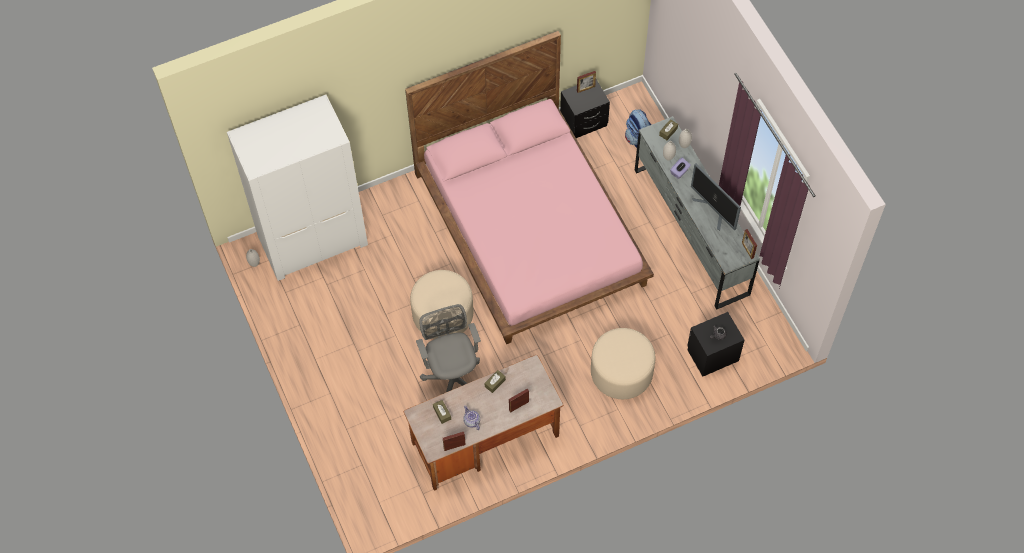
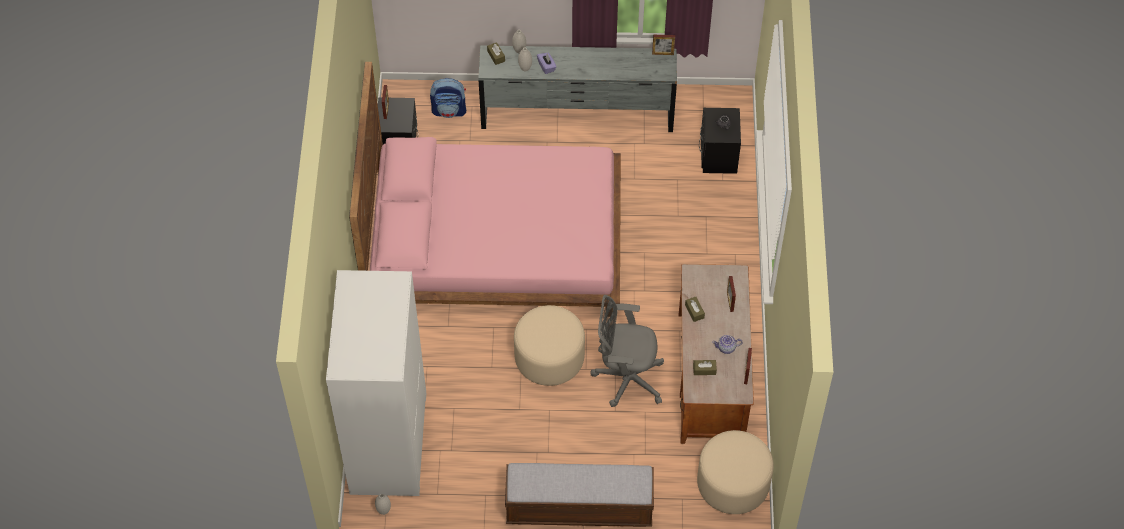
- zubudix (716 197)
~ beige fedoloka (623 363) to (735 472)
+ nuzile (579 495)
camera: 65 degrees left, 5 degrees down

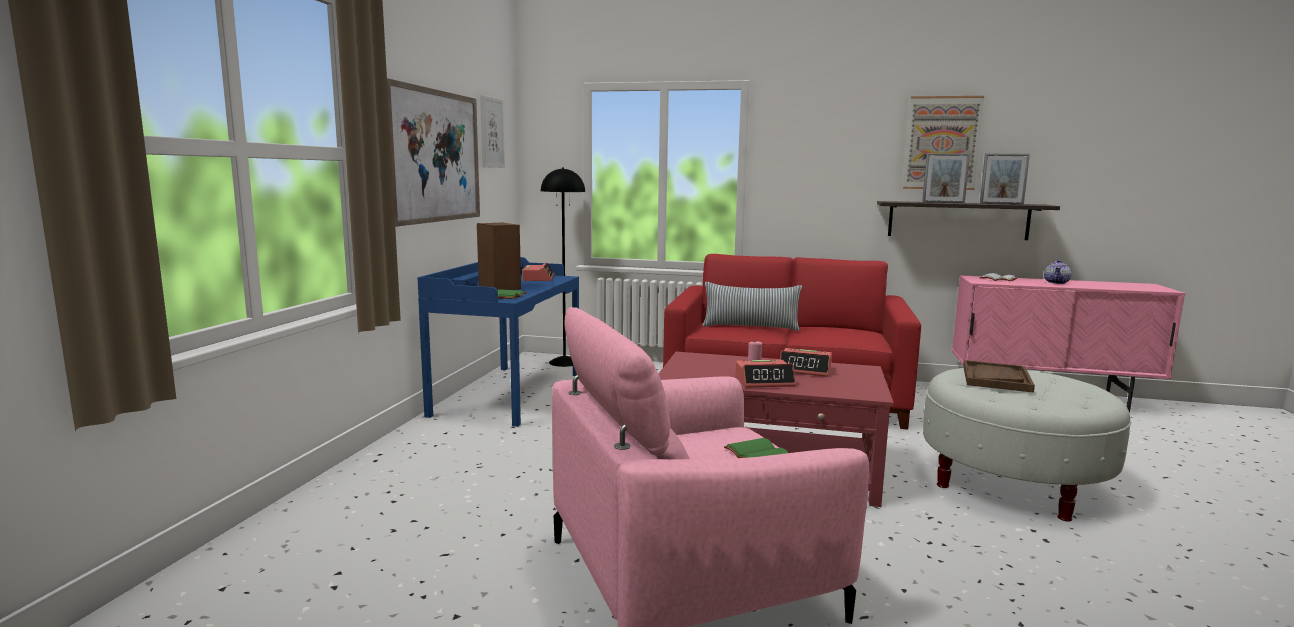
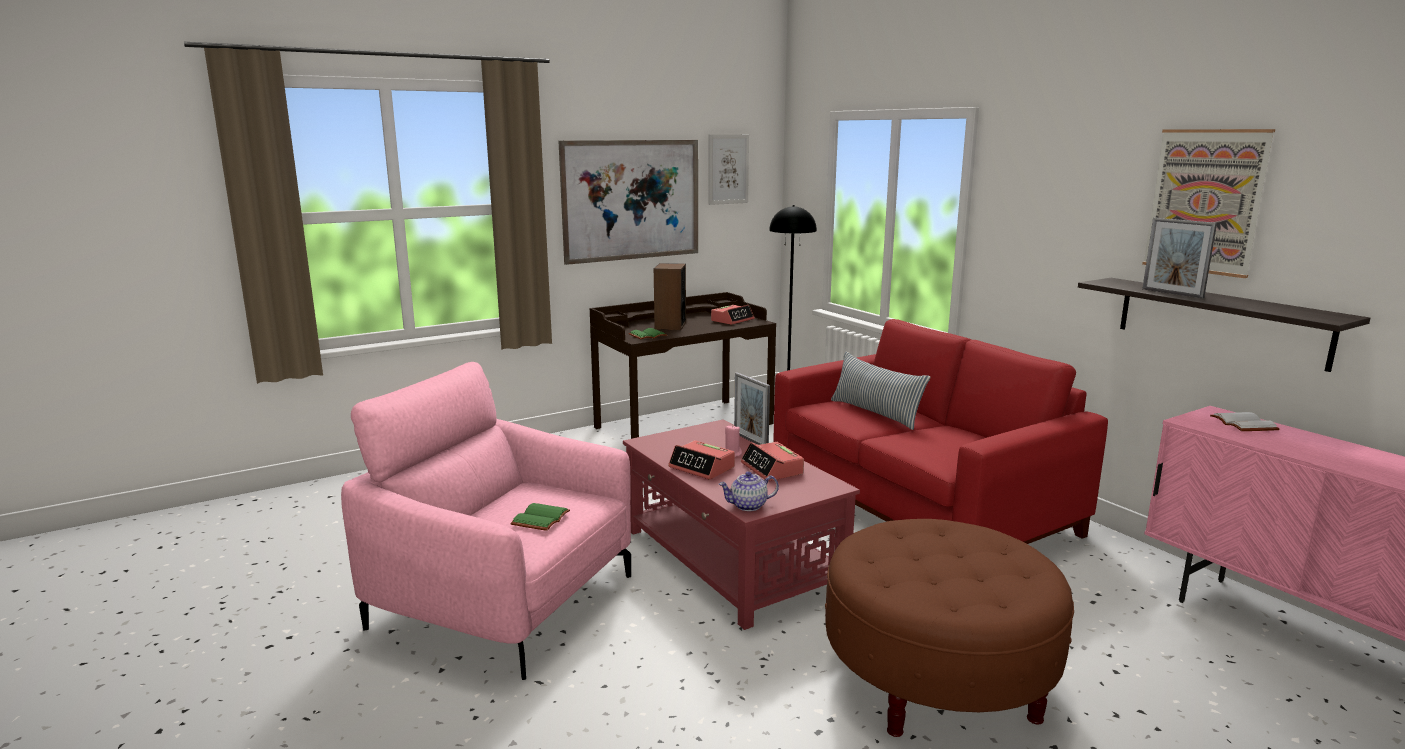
~ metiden (1005 179) to (752 408)
~ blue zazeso (498 342) to brown zazeso (683 365)
~ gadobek (1057 272) to (749 491)
- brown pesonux (999 376)
~ white fedoloka (1027 445) to brown fedoloka (949 628)
camera: 45 degrees right, 5 degrees up

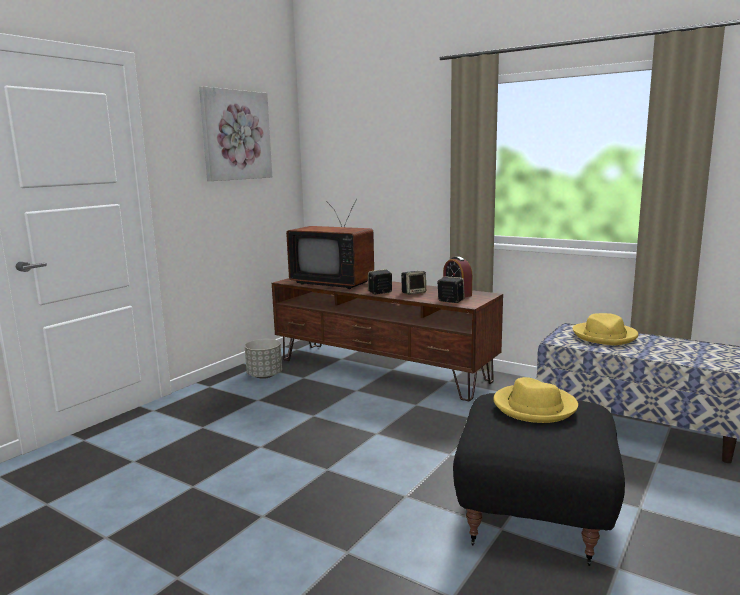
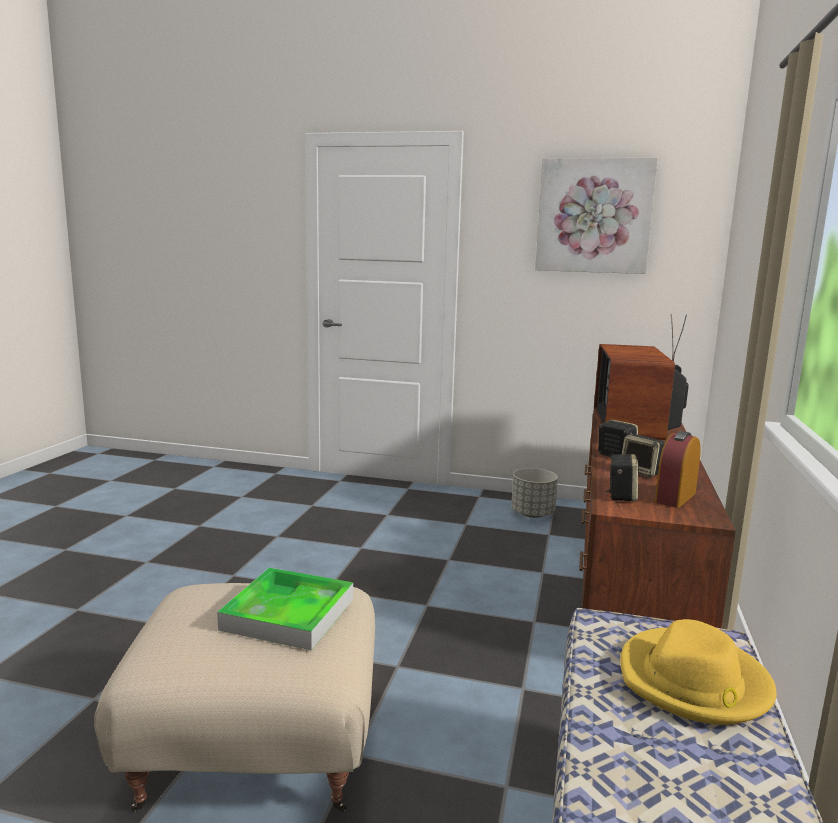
~ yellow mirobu (536 400) to pesonux (285 609)
~ black fedoloka (539 479) to beige fedoloka (234 697)
camera: 70 degrees right, 0 degrees up

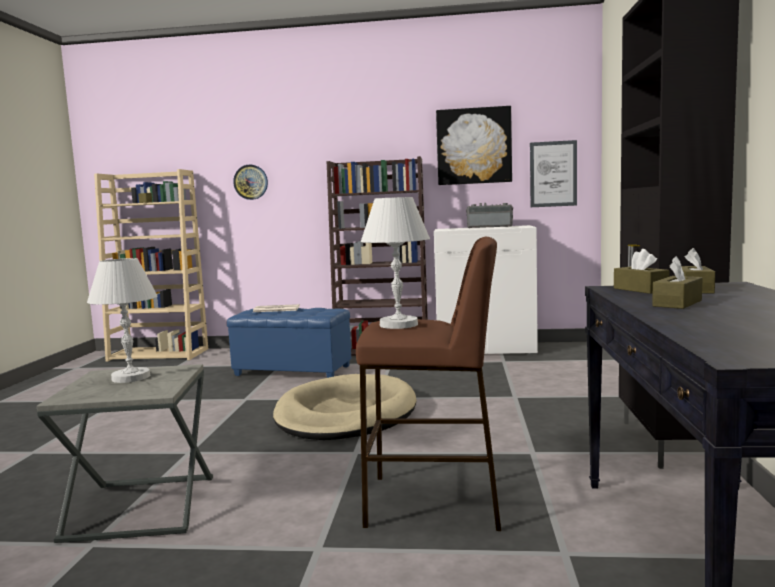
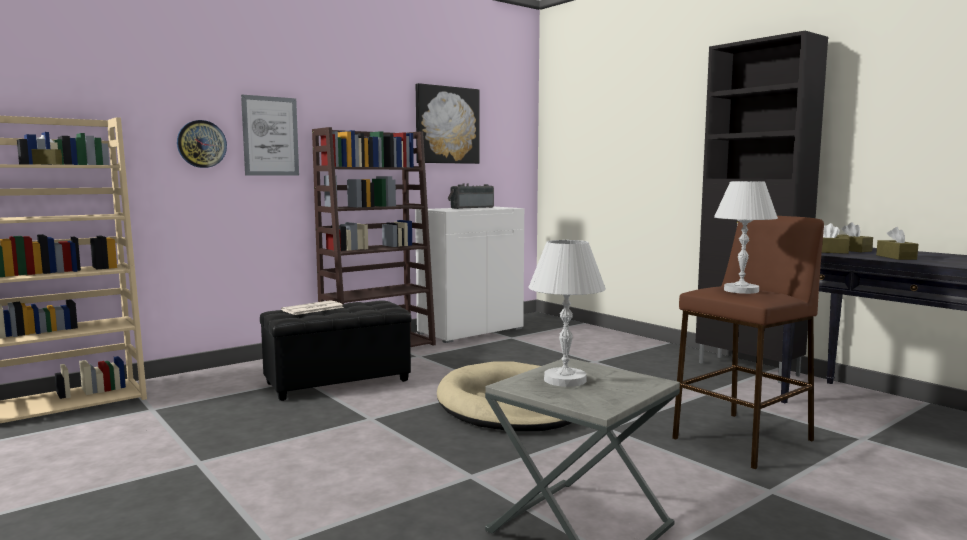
~ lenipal (553 173) to (270 135)
~ blue fedoloka (289 343) to black fedoloka (335 351)
camera: 45 degrees left, 0 degrees up

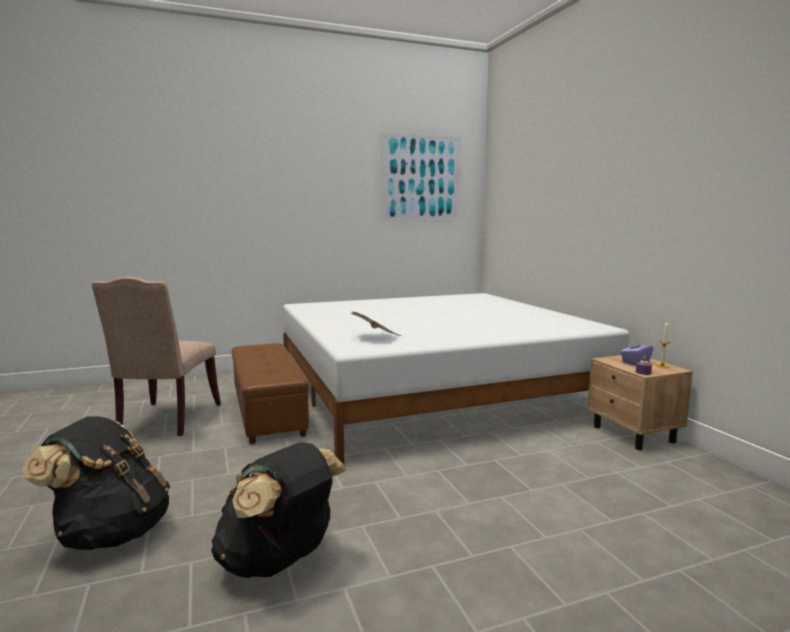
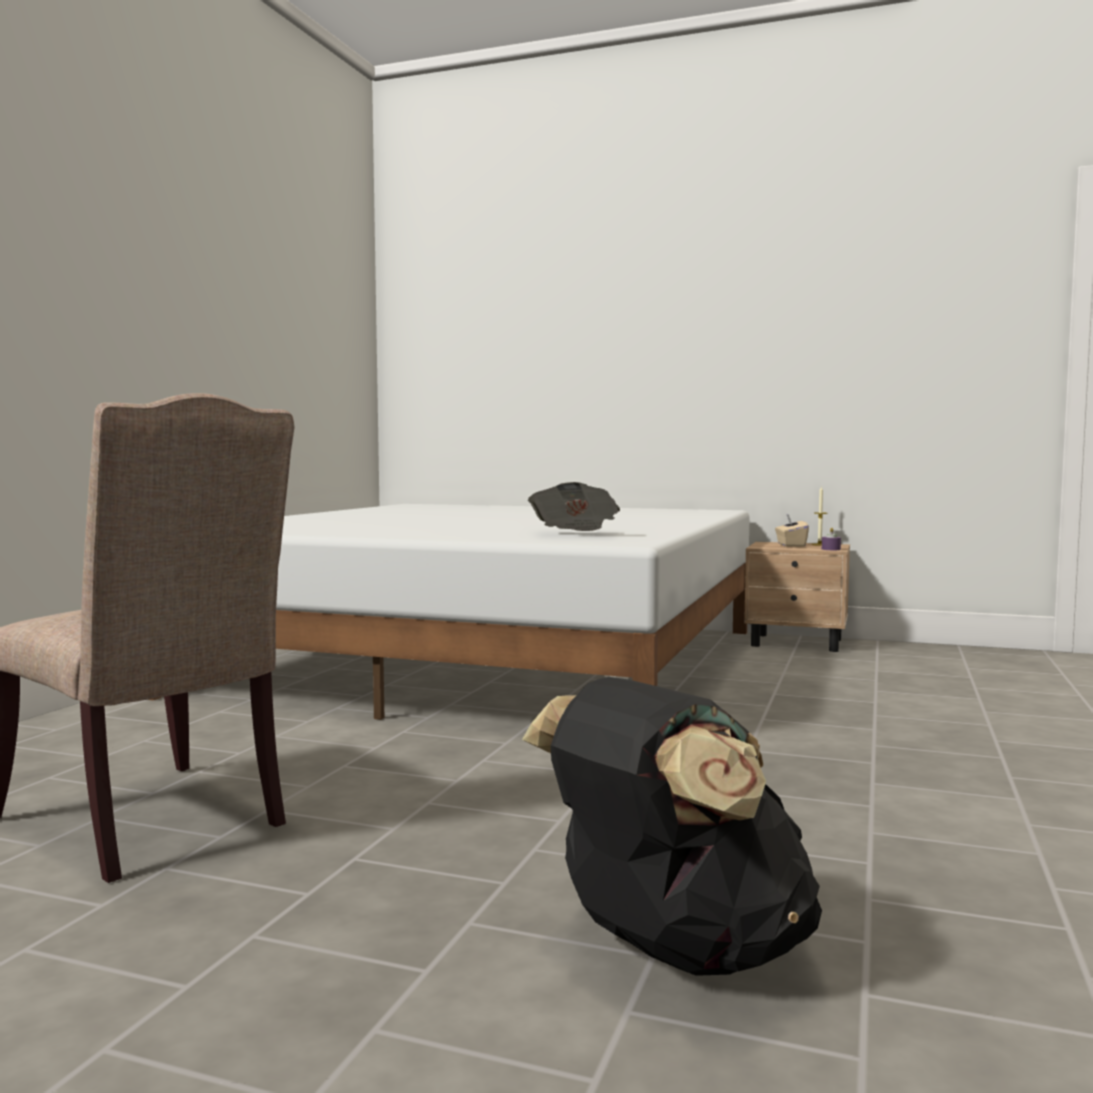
- lenipal (421 176)
~ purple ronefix (636 352) to beige ronefix (792 530)
- brown fedoloka (270 393)
- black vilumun (279 510)
camera: 50 degrees left, 5 degrees down

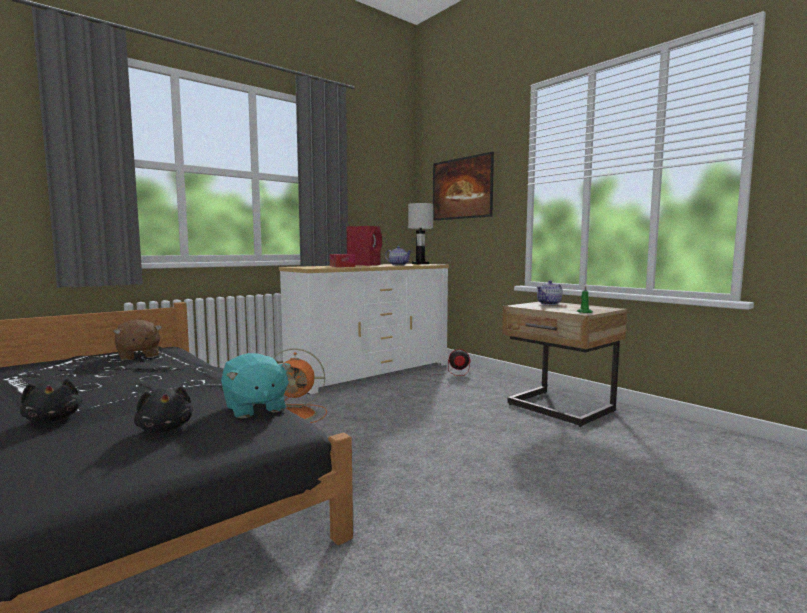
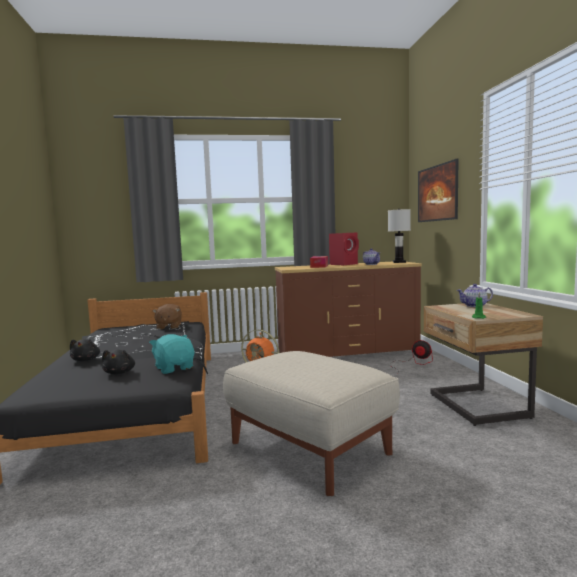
~ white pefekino (364 329) to brown pefekino (348 309)
~ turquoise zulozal (256 385) = (171 354) 150 degrees clockwise
+ beige fedoloka (311 423)
camera: 30 degrees right, 0 degrees up

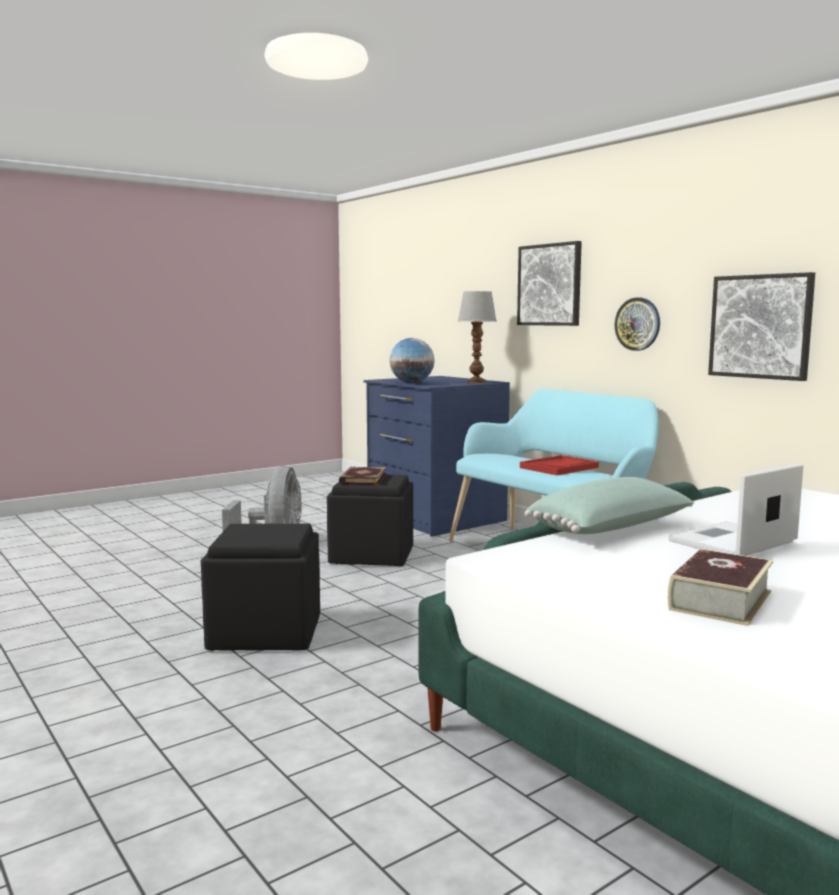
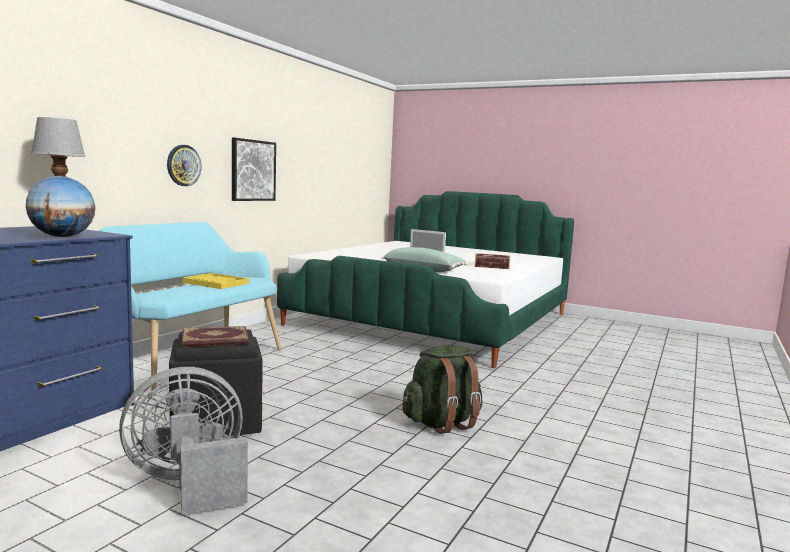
- lenipal (549 283)
~ red pesonux (559 465) to yellow pesonux (215 281)
~ black fedoloka (260 587) to green vilumun (442 389)
camera: 115 degrees left, 0 degrees up

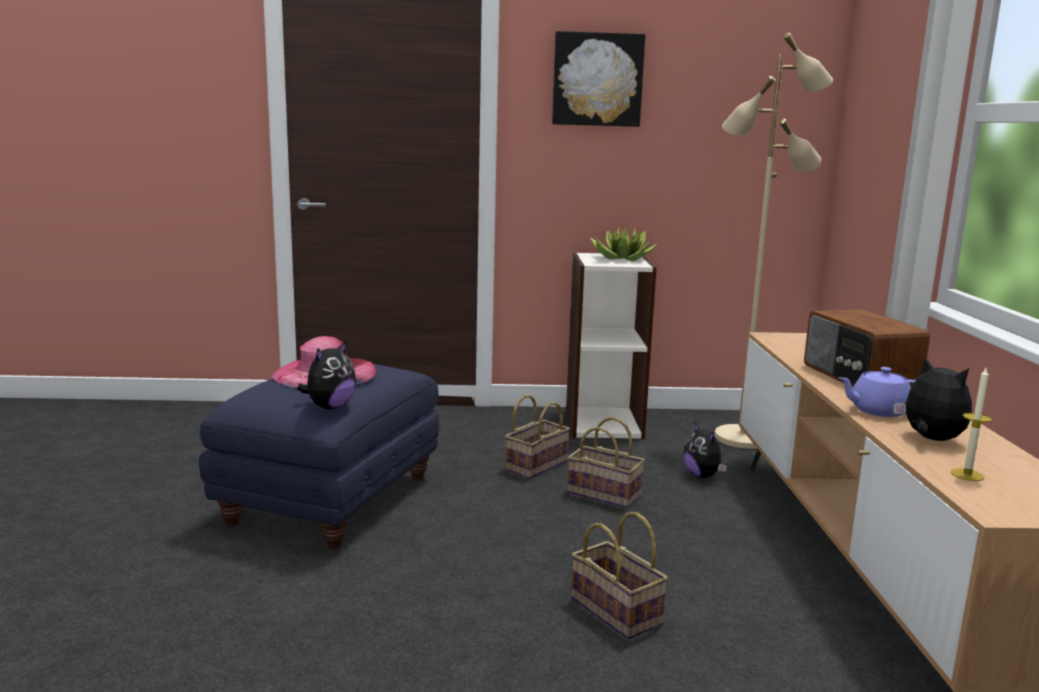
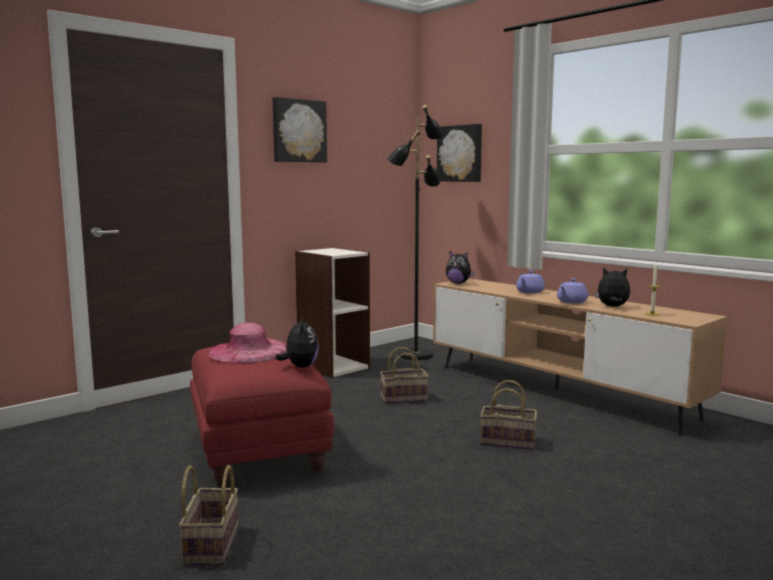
~ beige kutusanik (773 241) to black kutusanik (415 232)
- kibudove (623 244)
~ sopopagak (867 348) to purple gadobek (530 281)
~ blue fedoloka (319 456) to red fedoloka (262 414)
~ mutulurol (537 437) to (208 515)
~ zulozal (705 450) to (460 268)
+ lenipal (459 153)
camera: 40 degrees left, 5 degrees down

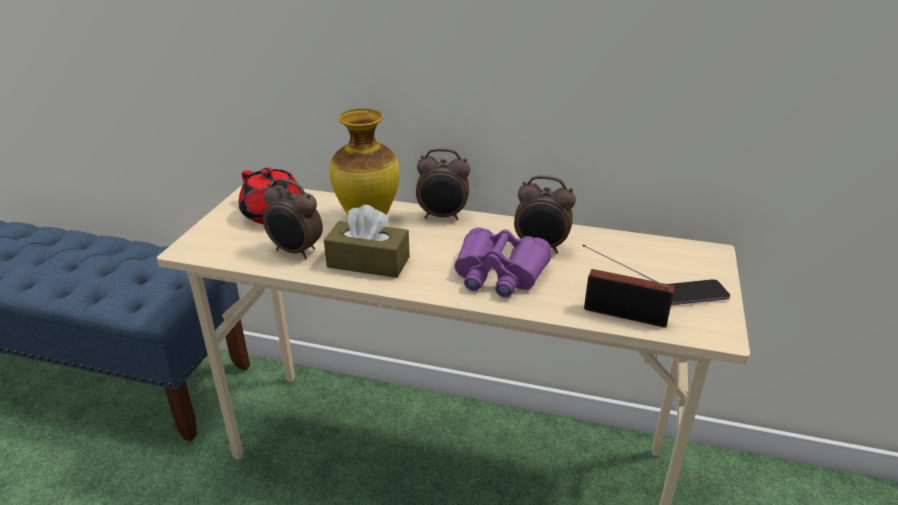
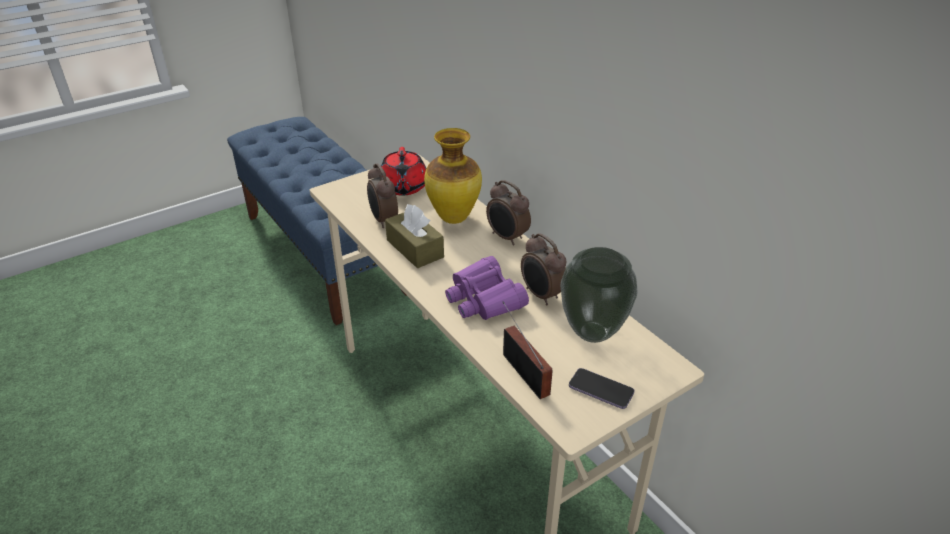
+ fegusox (599 295)
camera: 40 degrees right, 5 degrees up

